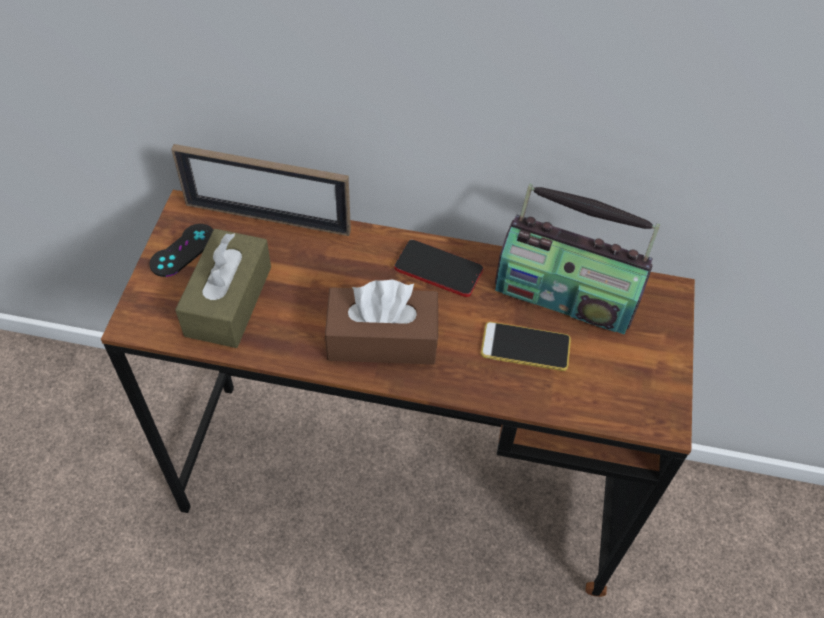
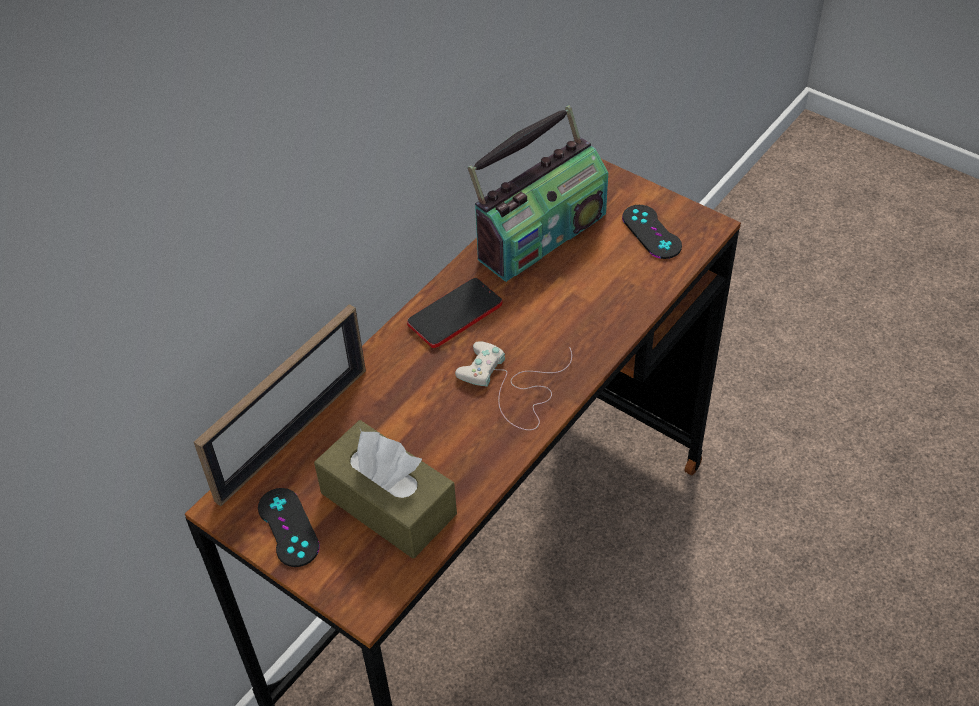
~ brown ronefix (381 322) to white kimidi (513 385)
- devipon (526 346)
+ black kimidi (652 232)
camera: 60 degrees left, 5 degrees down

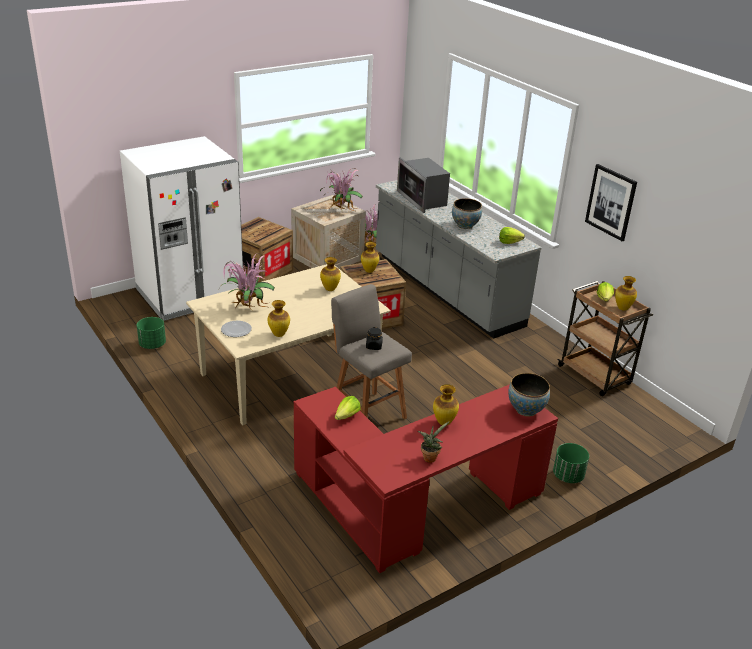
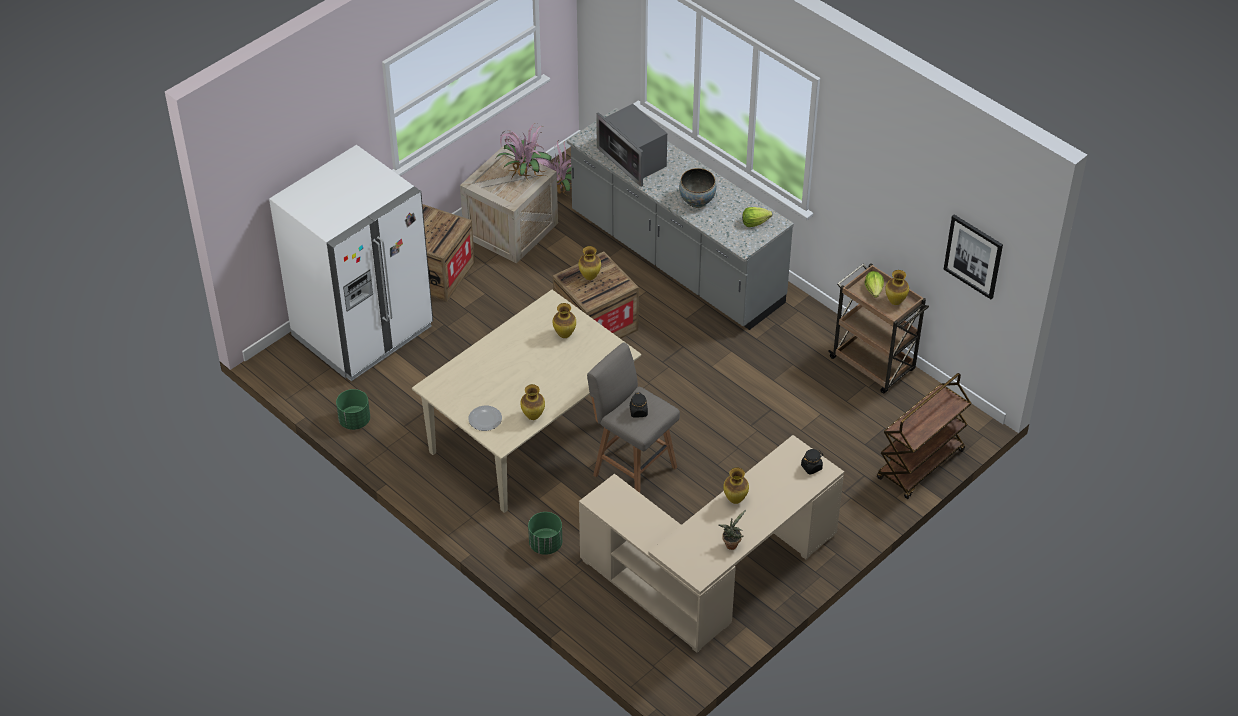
~ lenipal (611 202) to (973 257)
- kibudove (247 282)
~ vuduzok (529 395) to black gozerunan (812 462)
~ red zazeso (426 478) to beige zazeso (711 544)
- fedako (347 408)
~ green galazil (571 463) to (545 533)
+ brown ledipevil (924 436)
camera: 10 degrees left, 15 degrees up

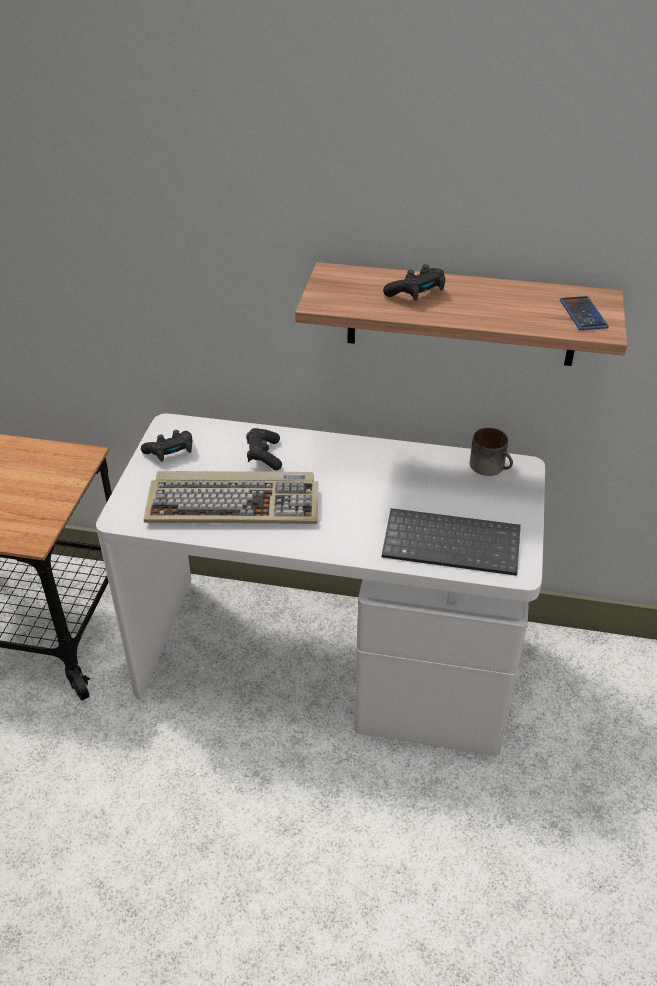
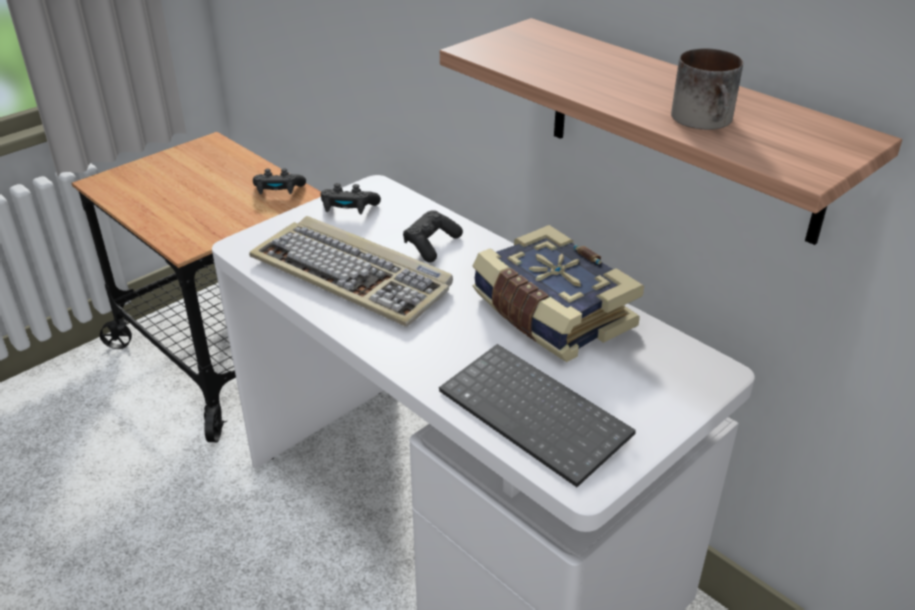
~ black kimidi (414 282) to (279 181)
- devipon (584 313)
~ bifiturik (491 451) to (707 89)
+ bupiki (558 293)
camera: 35 degrees right, 5 degrees down

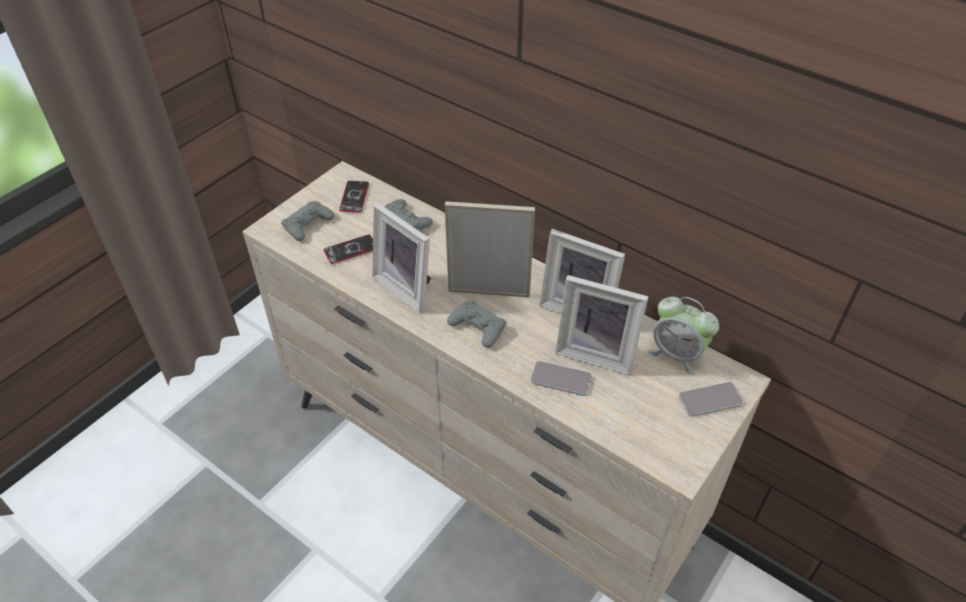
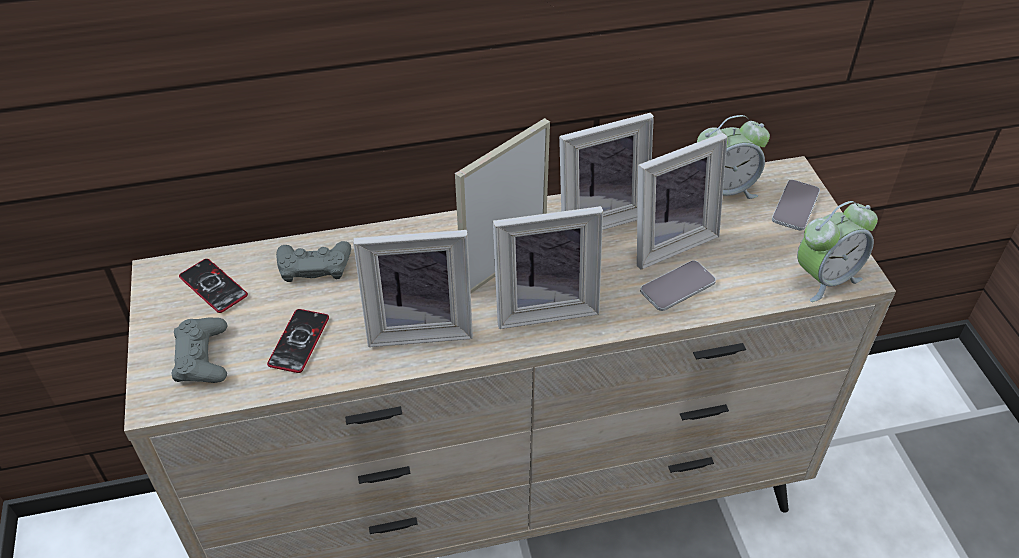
~ grey kimidi (477 324) to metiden (548 267)
+ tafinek (837 251)
camera: 50 degrees left, 0 degrees up

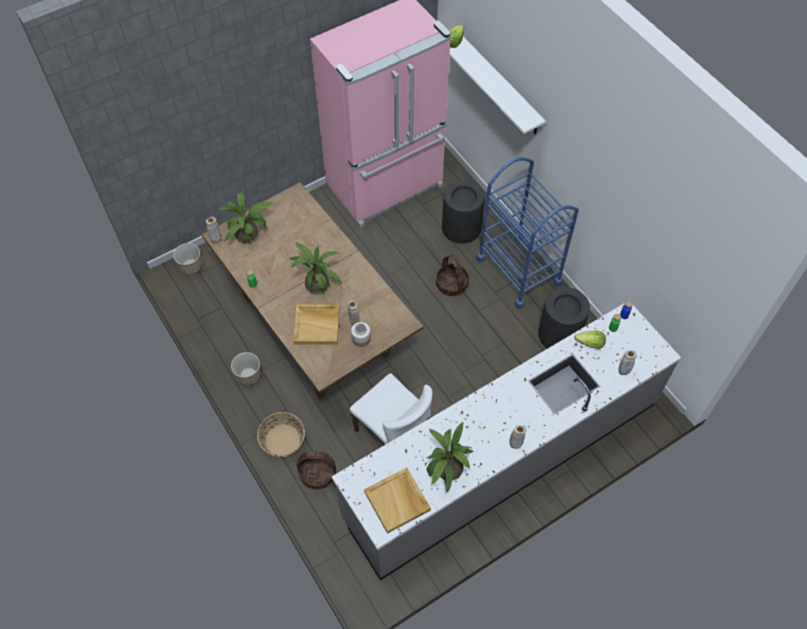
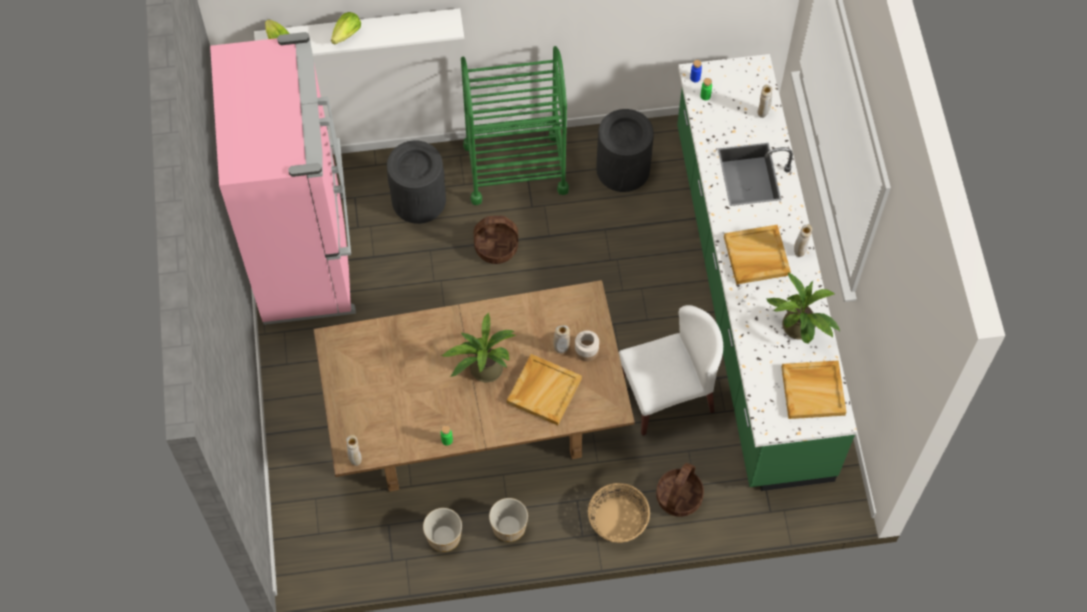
~ blue ledipevil (527 233) to green ledipevil (515 125)
- kibudove (245 217)
~ galazil (187 259) to (442 530)
~ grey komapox (506 441) to green komapox (767 272)
~ fedako (590 340) to (346 28)
+ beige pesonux (757 255)
camera: 65 degrees left, 5 degrees up

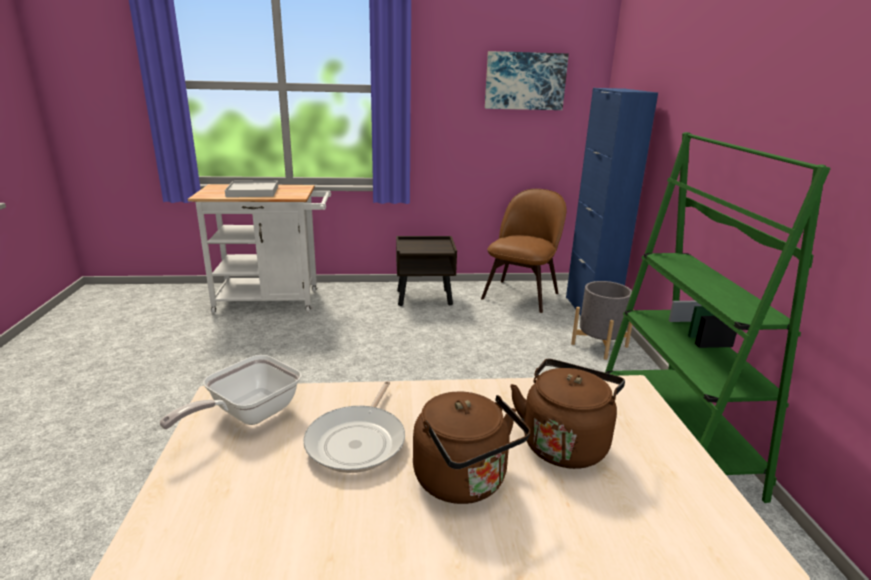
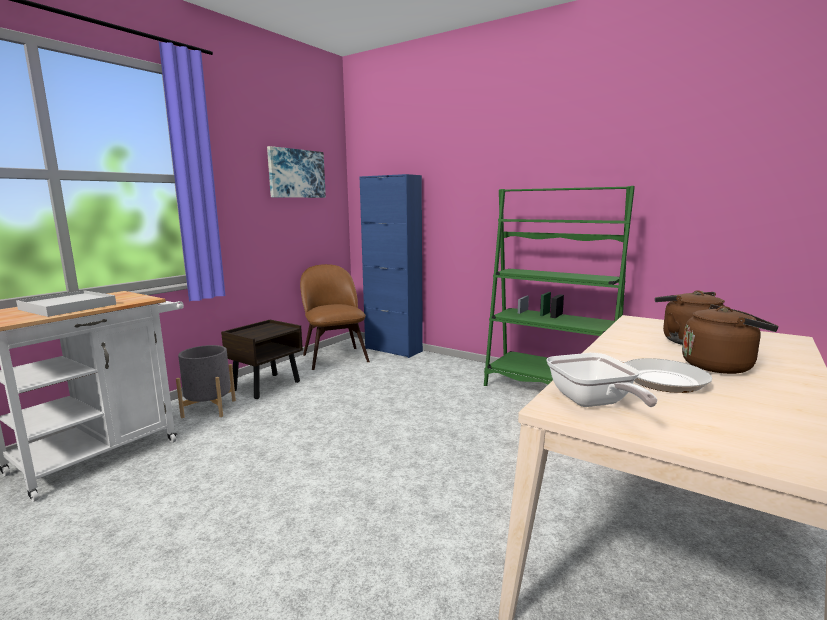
~ grey galazil (602 320) to (206 381)
camera: 50 degrees left, 10 degrees down

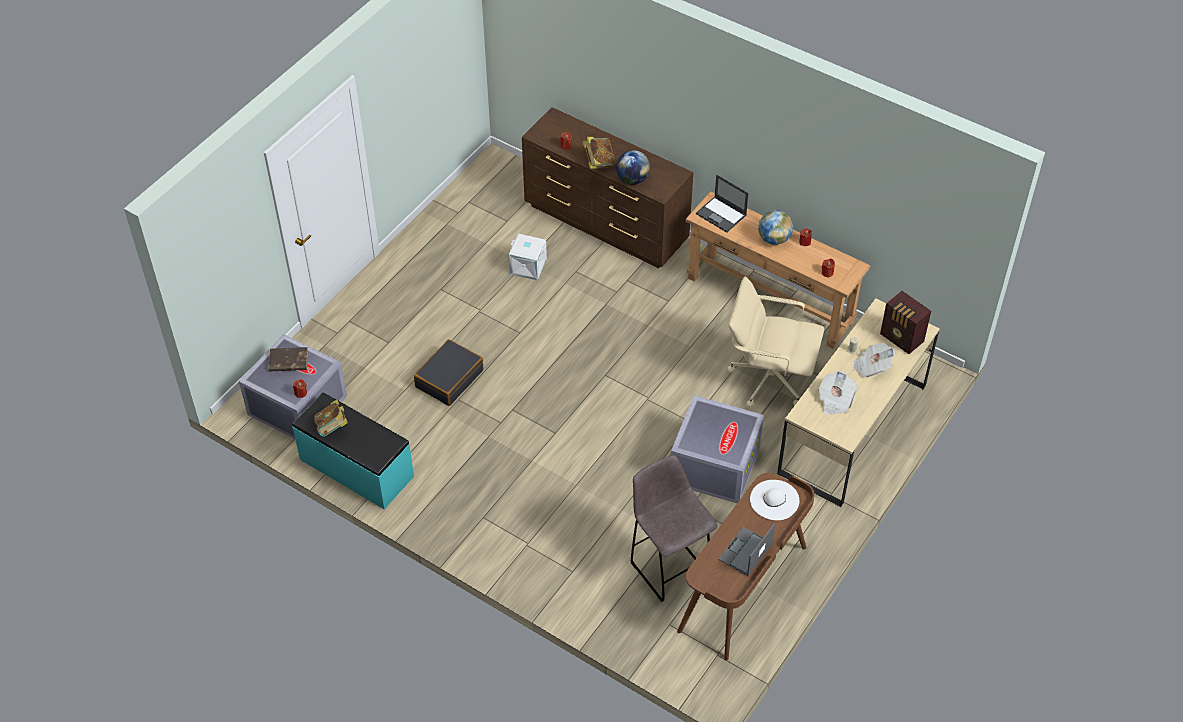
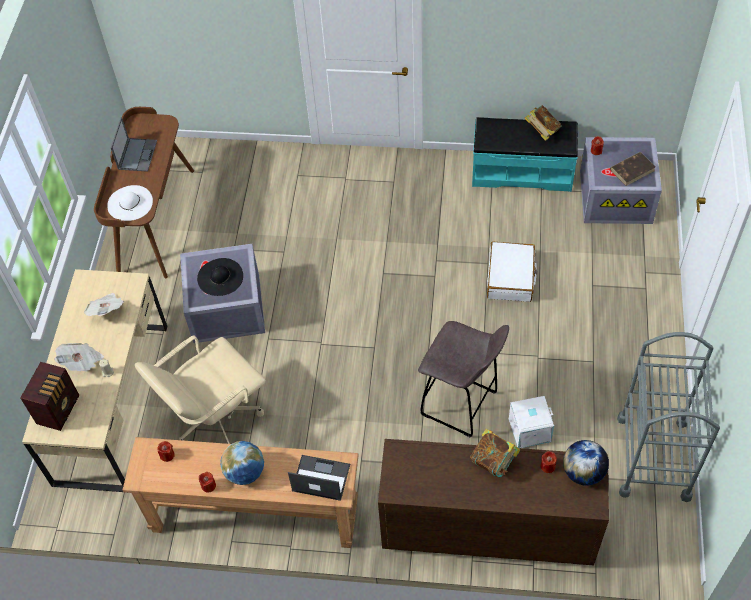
~ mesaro (633 167) to (586 463)
~ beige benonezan (776 341) = (200 389) 150 degrees clockwise
~ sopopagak (905 322) = (49 396) 90 degrees clockwise
~ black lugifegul (448 372) to white lugifegul (512 272)
~ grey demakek (673 528) to (463 379)
+ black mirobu (220 277)
+ grey ledipevil (668 417)
camera: 155 degrees right, 5 degrees up

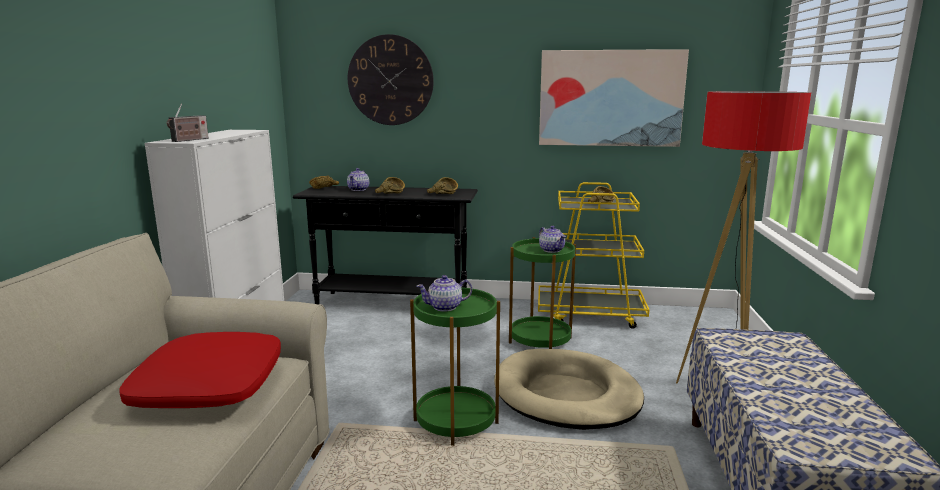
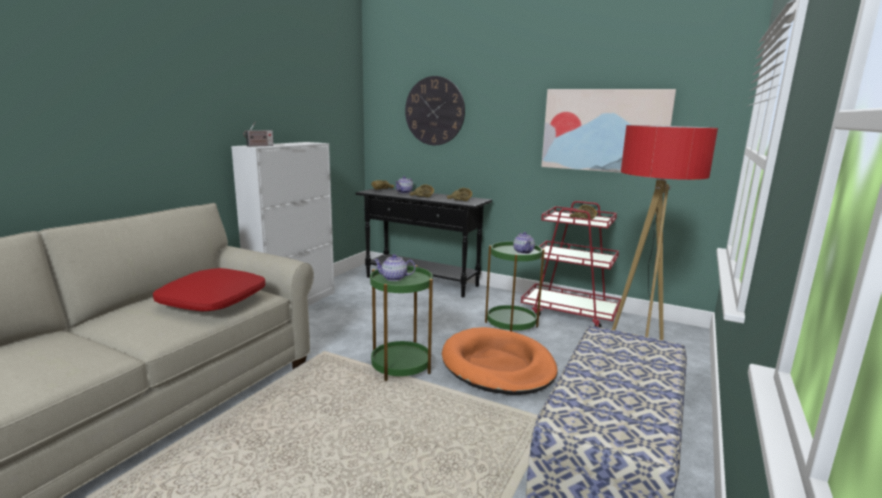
~ yellow ledipevil (594 255) to red ledipevil (571 264)
~ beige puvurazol (569 389) to orange puvurazol (500 361)
camera: 20 degrees right, 0 degrees up

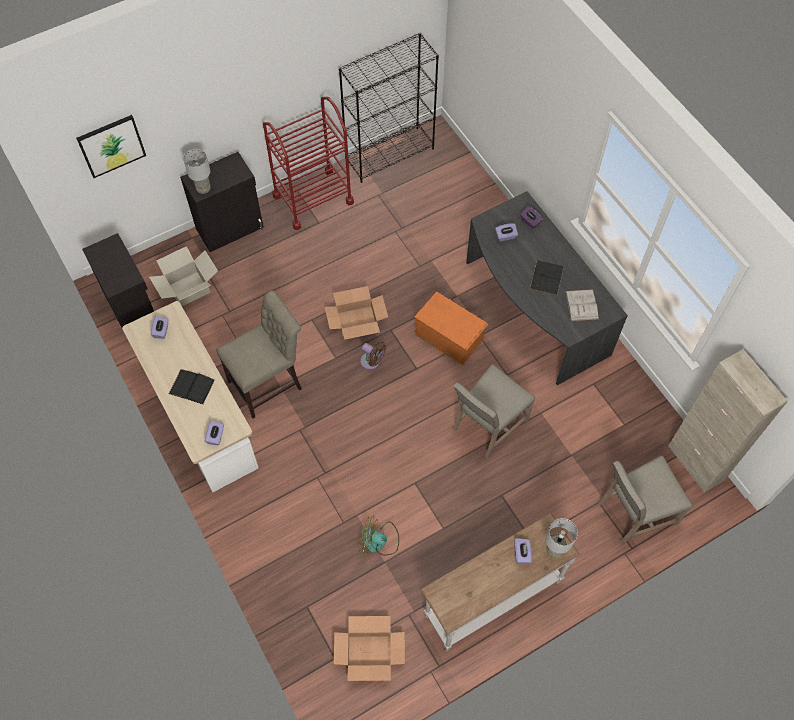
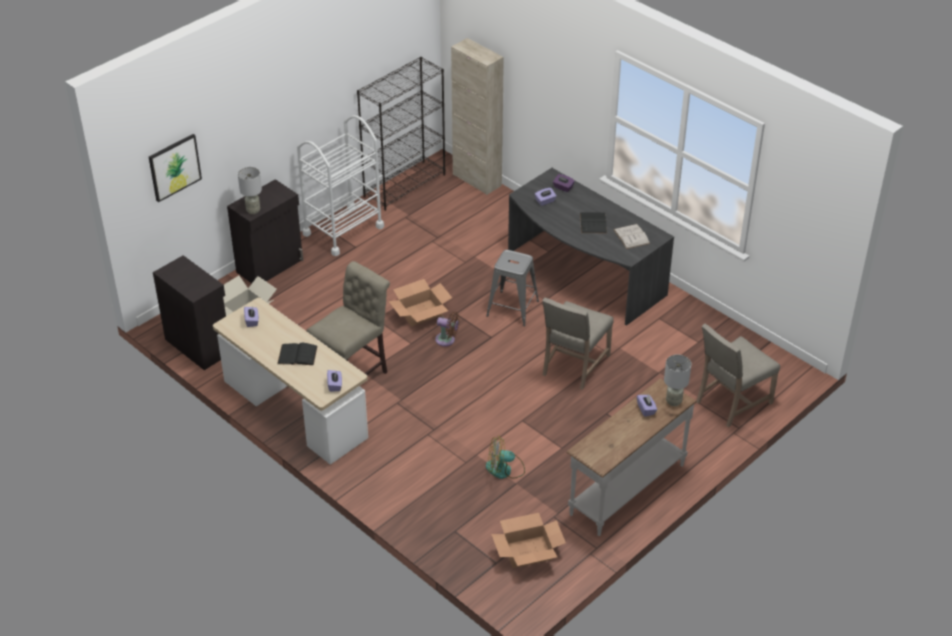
~ red ledipevil (308 163) to white ledipevil (340 185)
~ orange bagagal (451 328) to grey demakek (512 288)
~ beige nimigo (728 420) to (477 116)
camera: 15 degrees left, 20 degrees down

